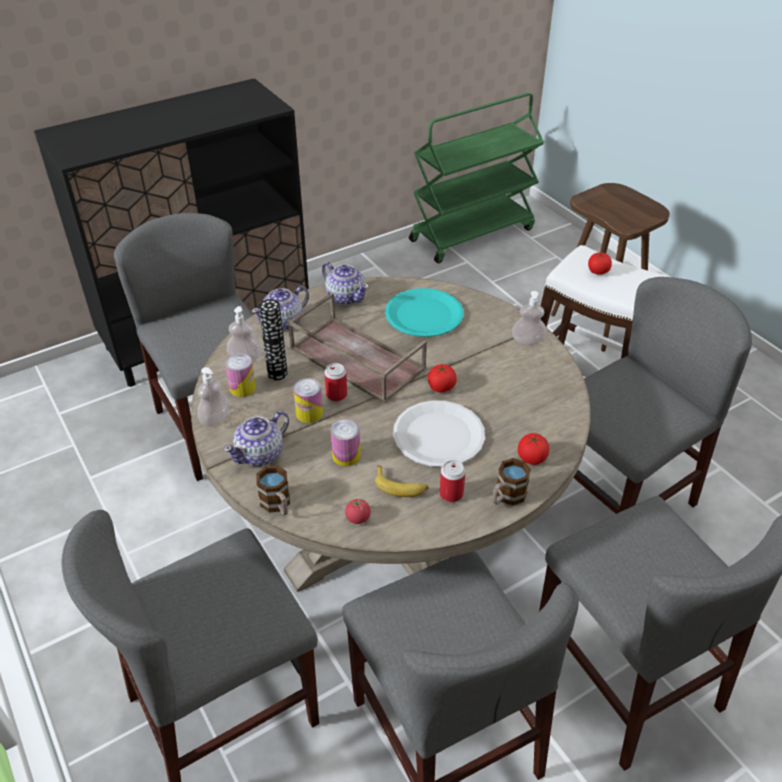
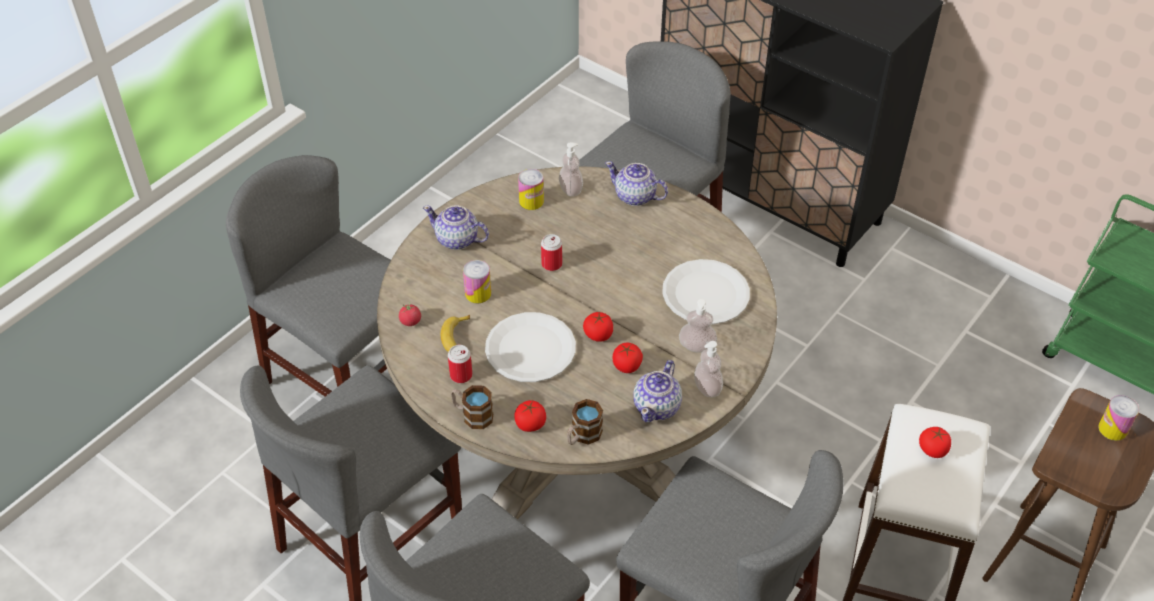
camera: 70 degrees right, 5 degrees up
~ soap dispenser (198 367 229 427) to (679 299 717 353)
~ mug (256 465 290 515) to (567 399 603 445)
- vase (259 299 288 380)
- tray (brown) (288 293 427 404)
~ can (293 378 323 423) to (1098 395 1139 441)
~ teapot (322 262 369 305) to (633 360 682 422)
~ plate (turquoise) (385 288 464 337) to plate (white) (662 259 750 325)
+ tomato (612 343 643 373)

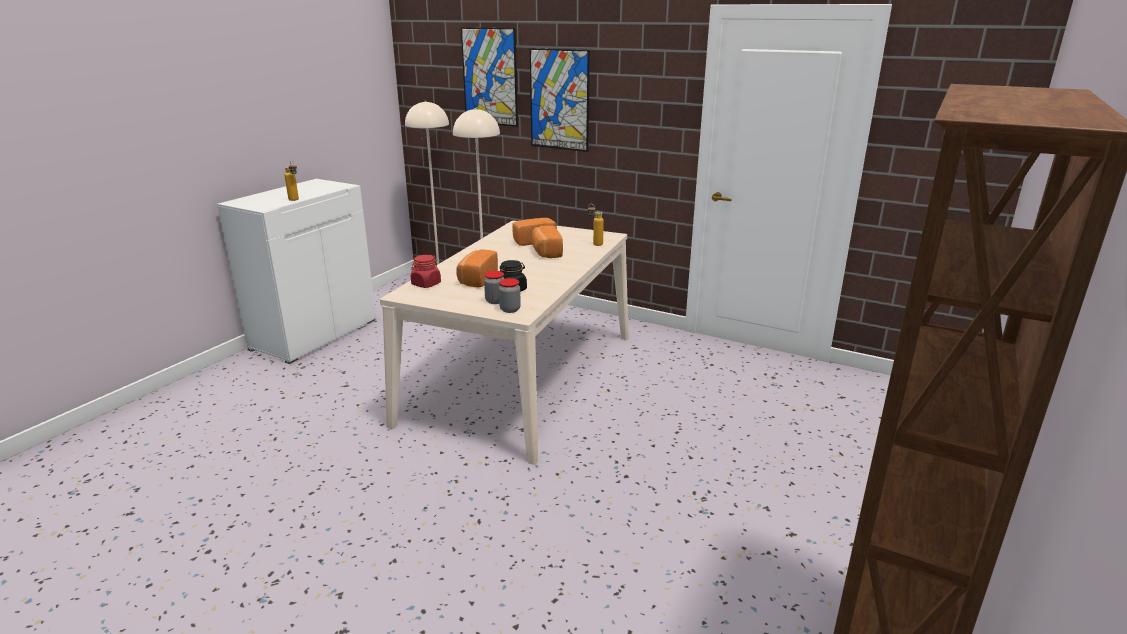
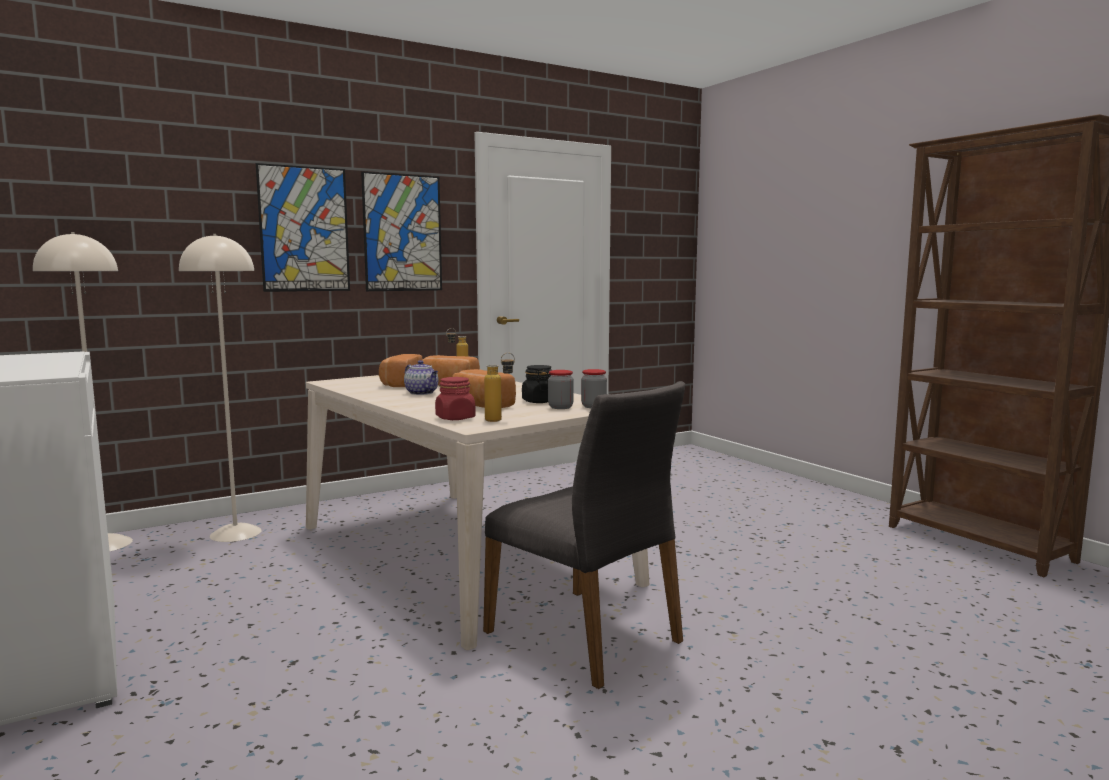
camera: 60 degrees left, 15 degrees down
~ bottle (284 161 299 201) to (484 353 515 422)
~ picture (461 27 518 127) to (361 171 442 291)
+ teapot (404 360 438 395)
+ chair (grey) (483 381 685 689)

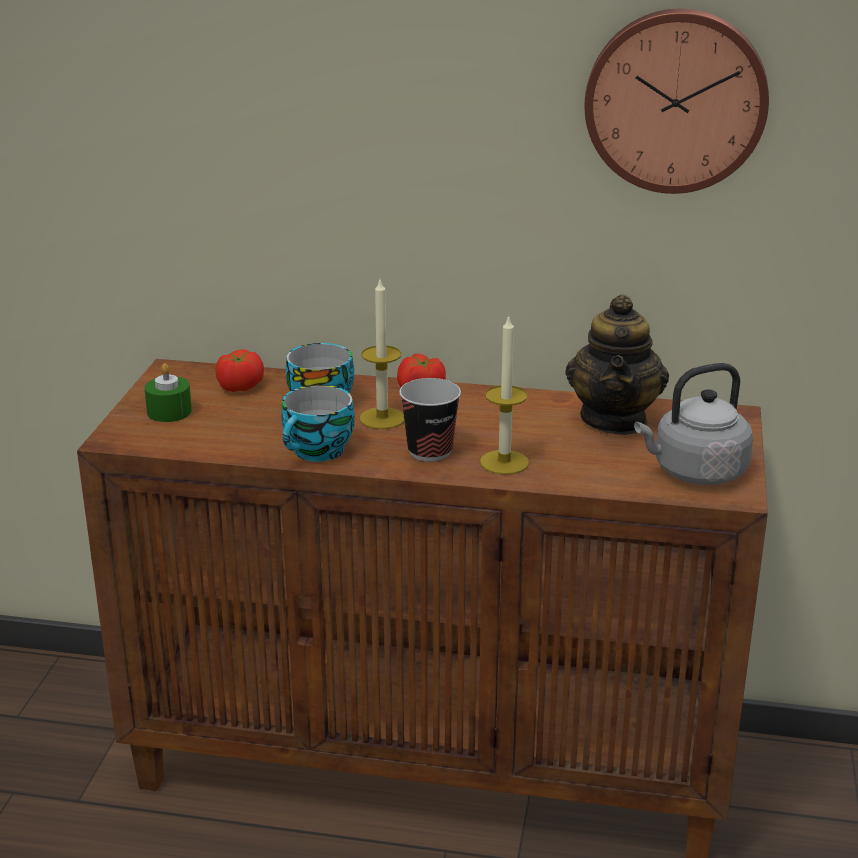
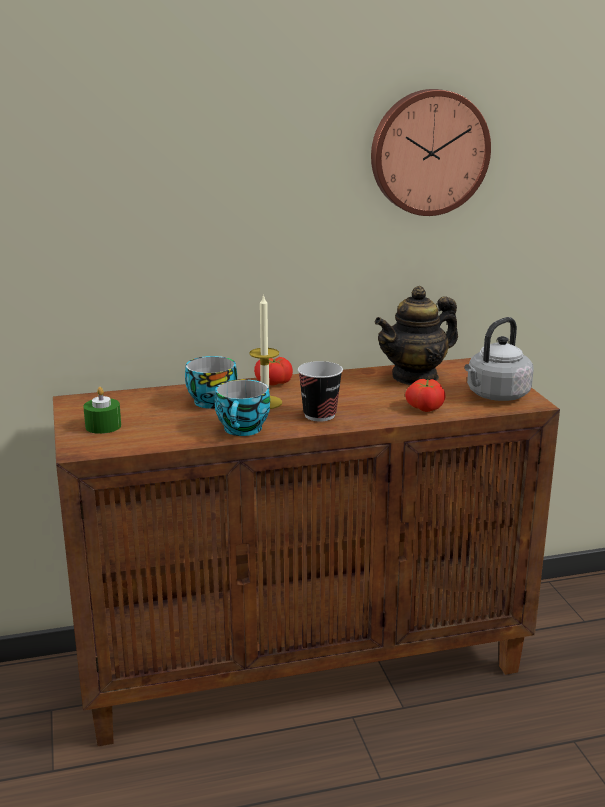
camera: 25 degrees left, 5 degrees down
~ tomato (216 349 264 392) to (405 379 446 412)
- candle (480 314 529 475)
~ teapot (565 294 669 435) = (374 286 458 385) 75 degrees clockwise

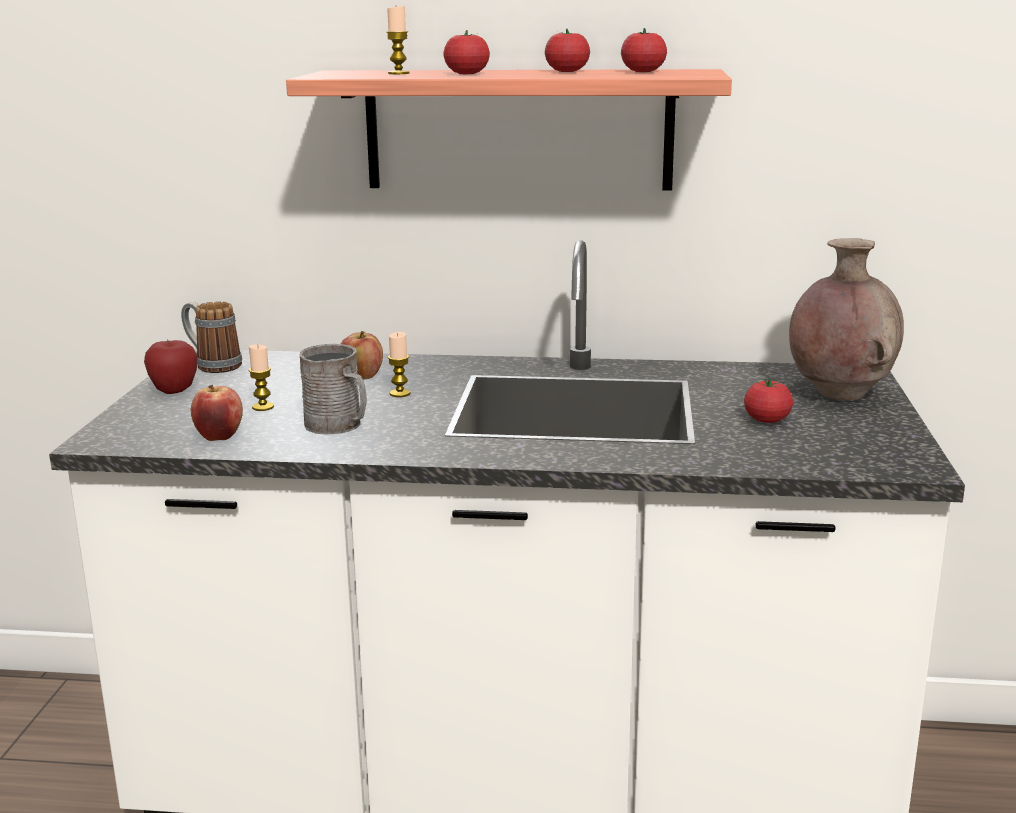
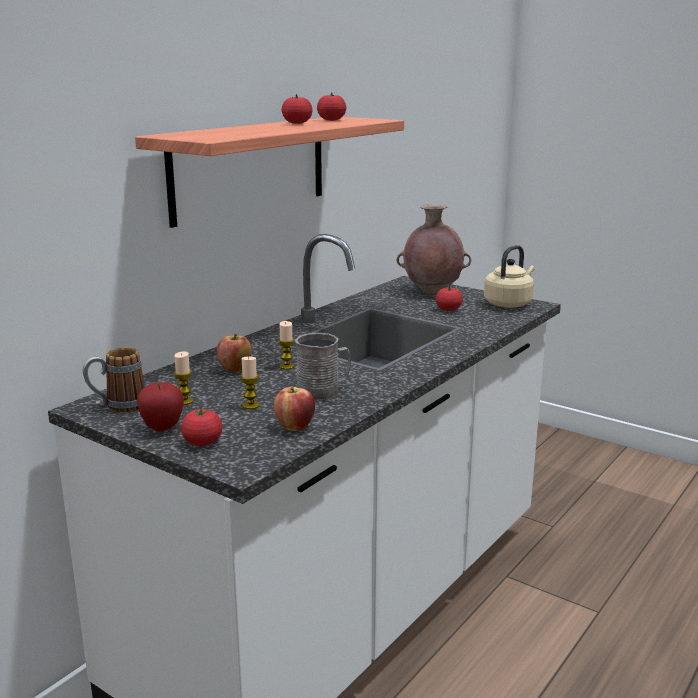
camera: 60 degrees left, 0 degrees up
~ candle (386 6 409 74) to (174 351 194 405)
~ tomato (443 30 490 74) to (181 408 223 446)
+ kettle (beige) (484 245 535 308)

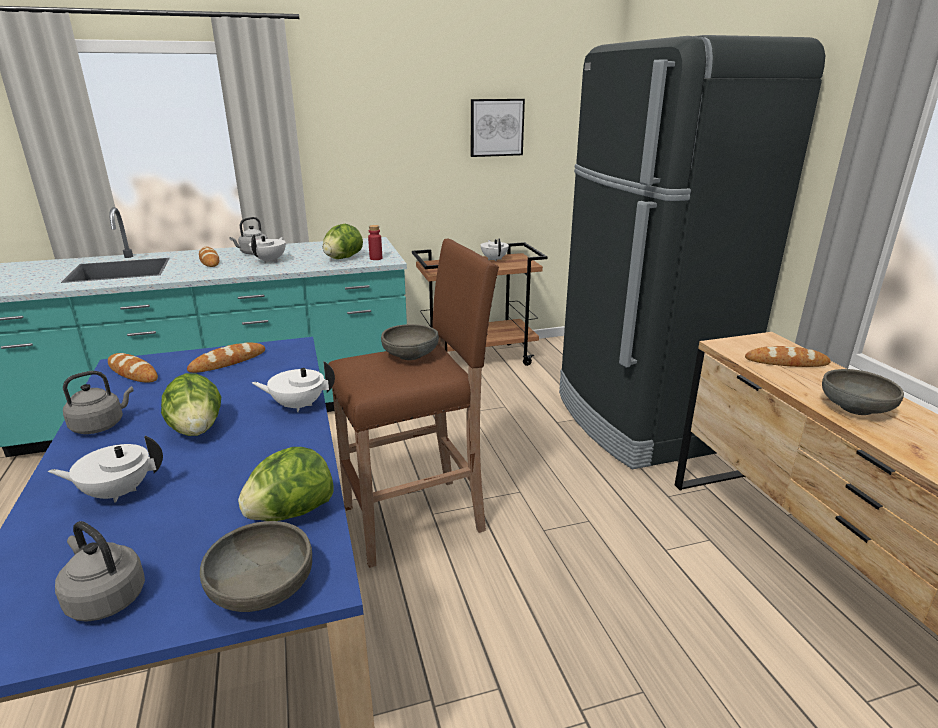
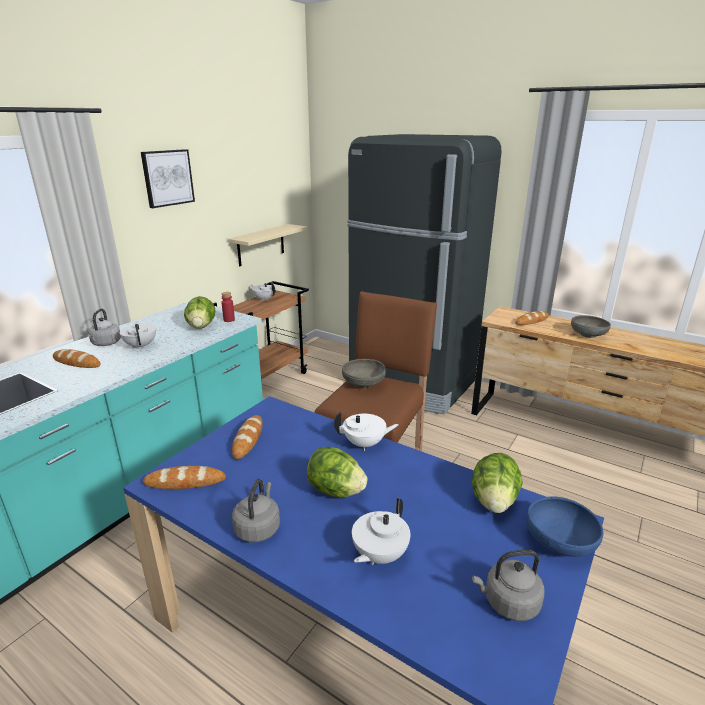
camera: 40 degrees left, 0 degrees up
~ bowl (grey) (200 521 312 612) to bowl (blue) (527 497 603 557)
~ teapot (white) (252 361 335 412) = (334 412 399 451) 135 degrees counterclockwise
~ picture (471 99 525 157) to (141 149 195 208)
+ shelf (beige) (228 224 308 266)

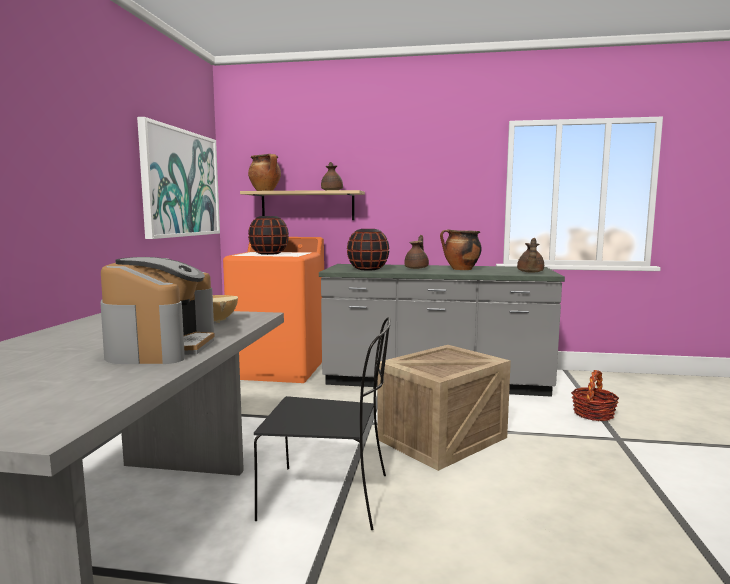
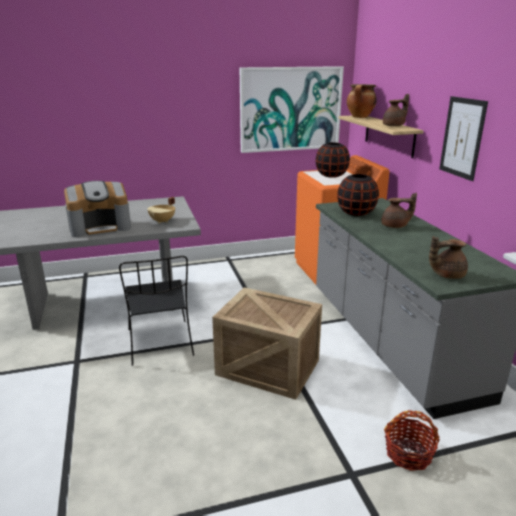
camera: 65 degrees right, 15 degrees up
- cooking pot (440 229 482 270)
+ picture (439 96 488 181)

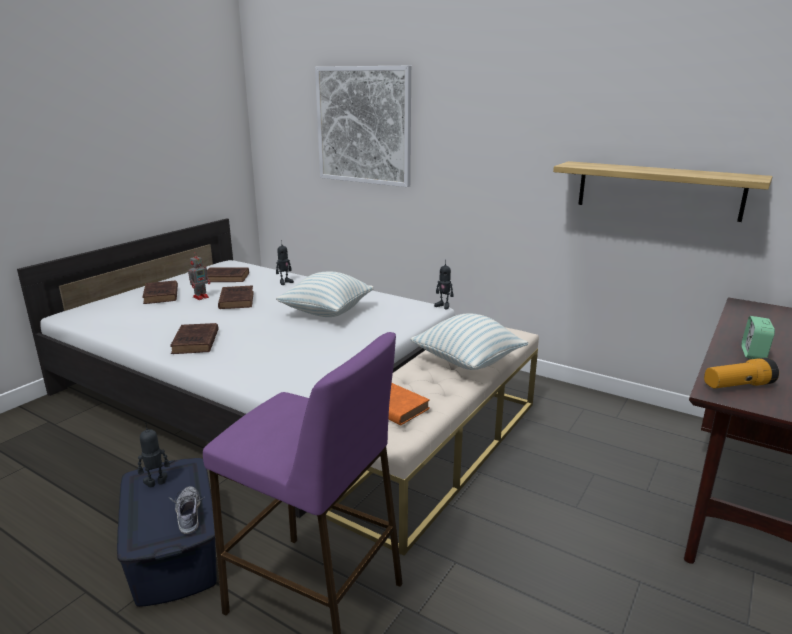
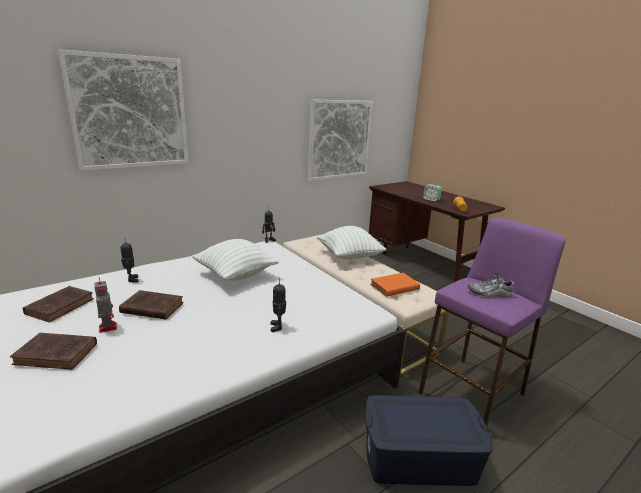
camera: 70 degrees left, 0 degrees up
~ toy robot (138 422 170 487) to (270 278 286 332)
~ shoe (169 486 204 534) to (468 272 515 297)
- book (brown) (170 323 218 354)
~ shelf (553 161 773 222) to picture (308 99 373 181)

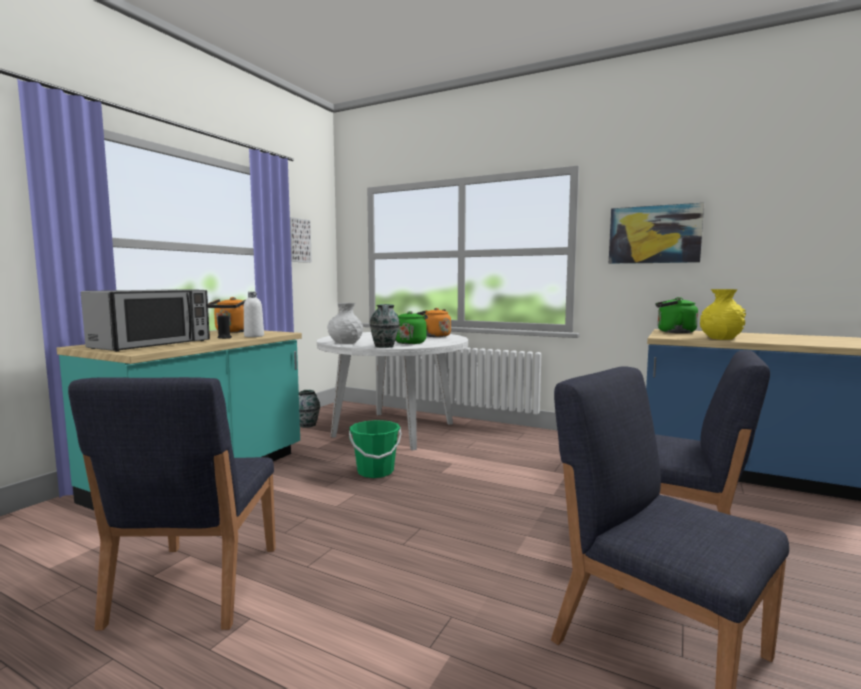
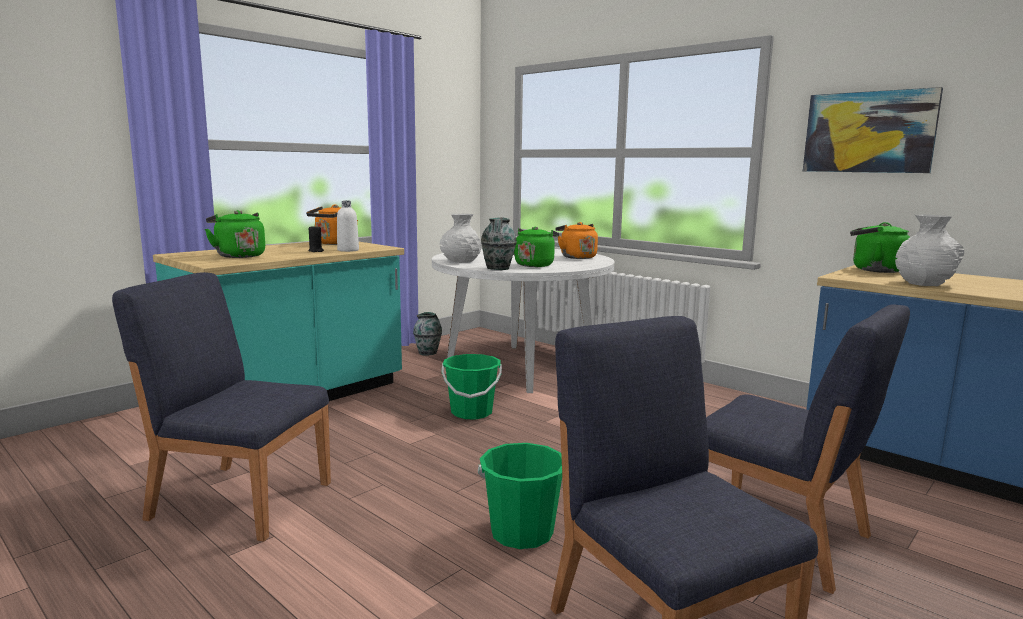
camera: 15 degrees right, 5 degrees up
~ chair (blue) (68 377 276 631) = (112 272 331 542) 90 degrees clockwise
~ microwave (81 289 210 352) to kettle (green) (205 210 265 258)
- picture (290 217 312 263)
~ vase (yellow) (700 289 746 340) to vase (white) (895 214 964 286)
+ bucket (green) (478 443 562 549)

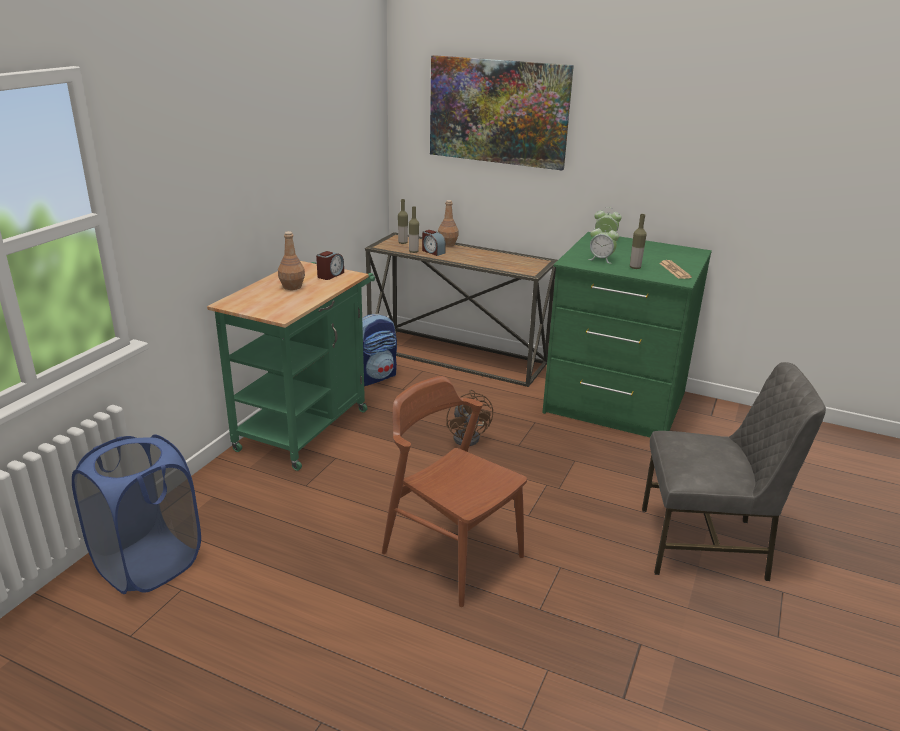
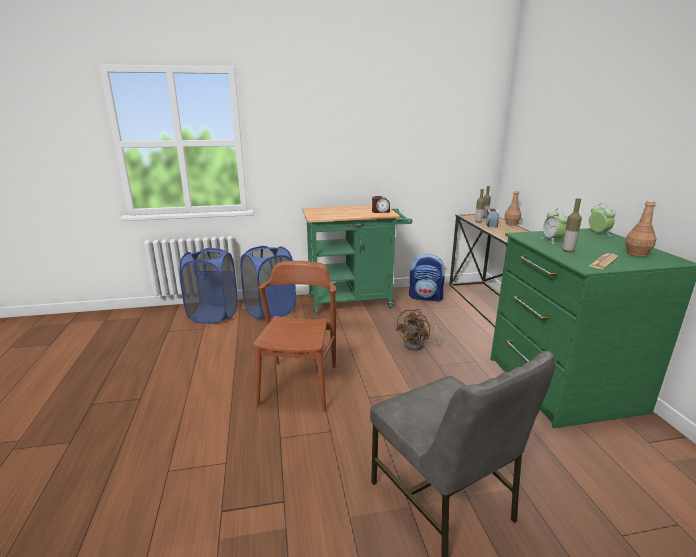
camera: 55 degrees right, 5 degrees down
~ bottle (brown) (278 231 305 290) to (625 200 657 257)
- picture (430 55 574 170)
+ laundry basket (blue) (240 246 296 320)

